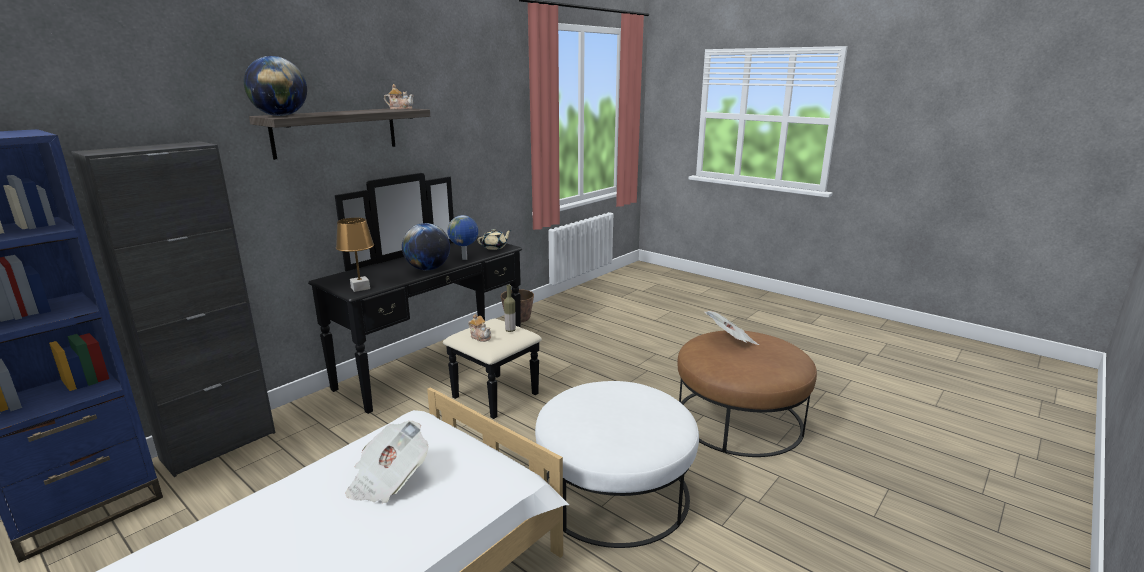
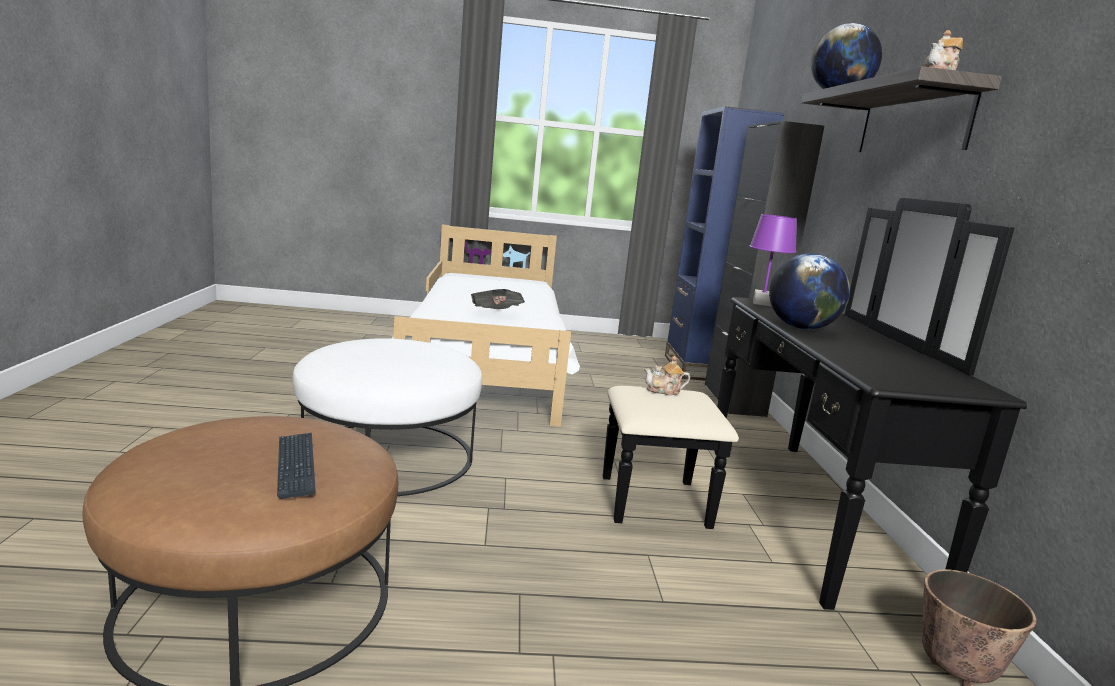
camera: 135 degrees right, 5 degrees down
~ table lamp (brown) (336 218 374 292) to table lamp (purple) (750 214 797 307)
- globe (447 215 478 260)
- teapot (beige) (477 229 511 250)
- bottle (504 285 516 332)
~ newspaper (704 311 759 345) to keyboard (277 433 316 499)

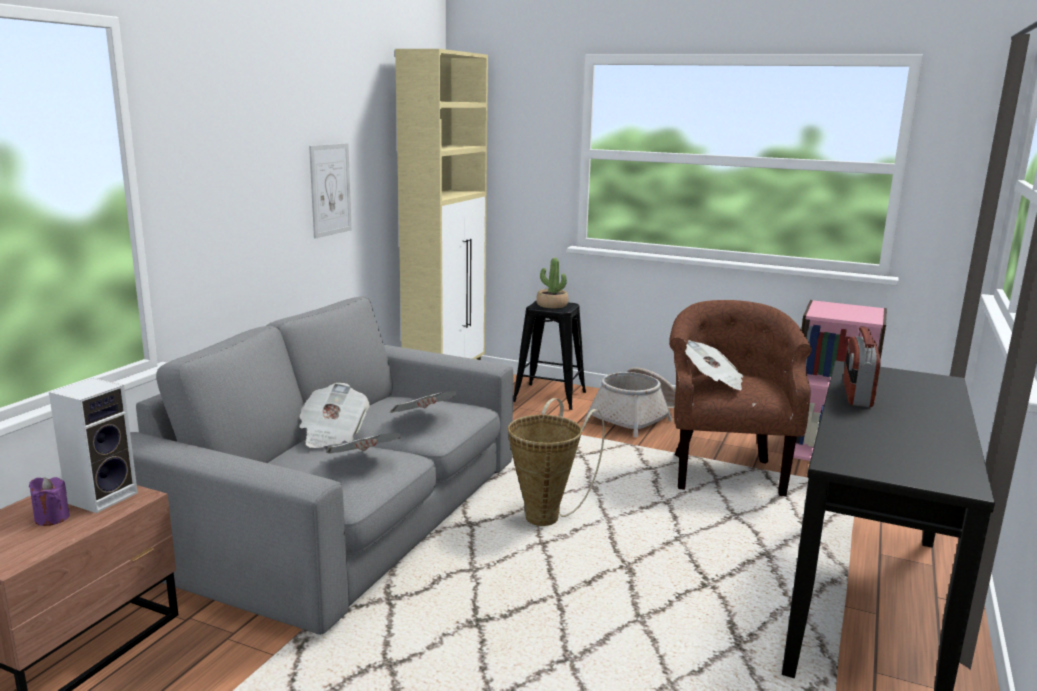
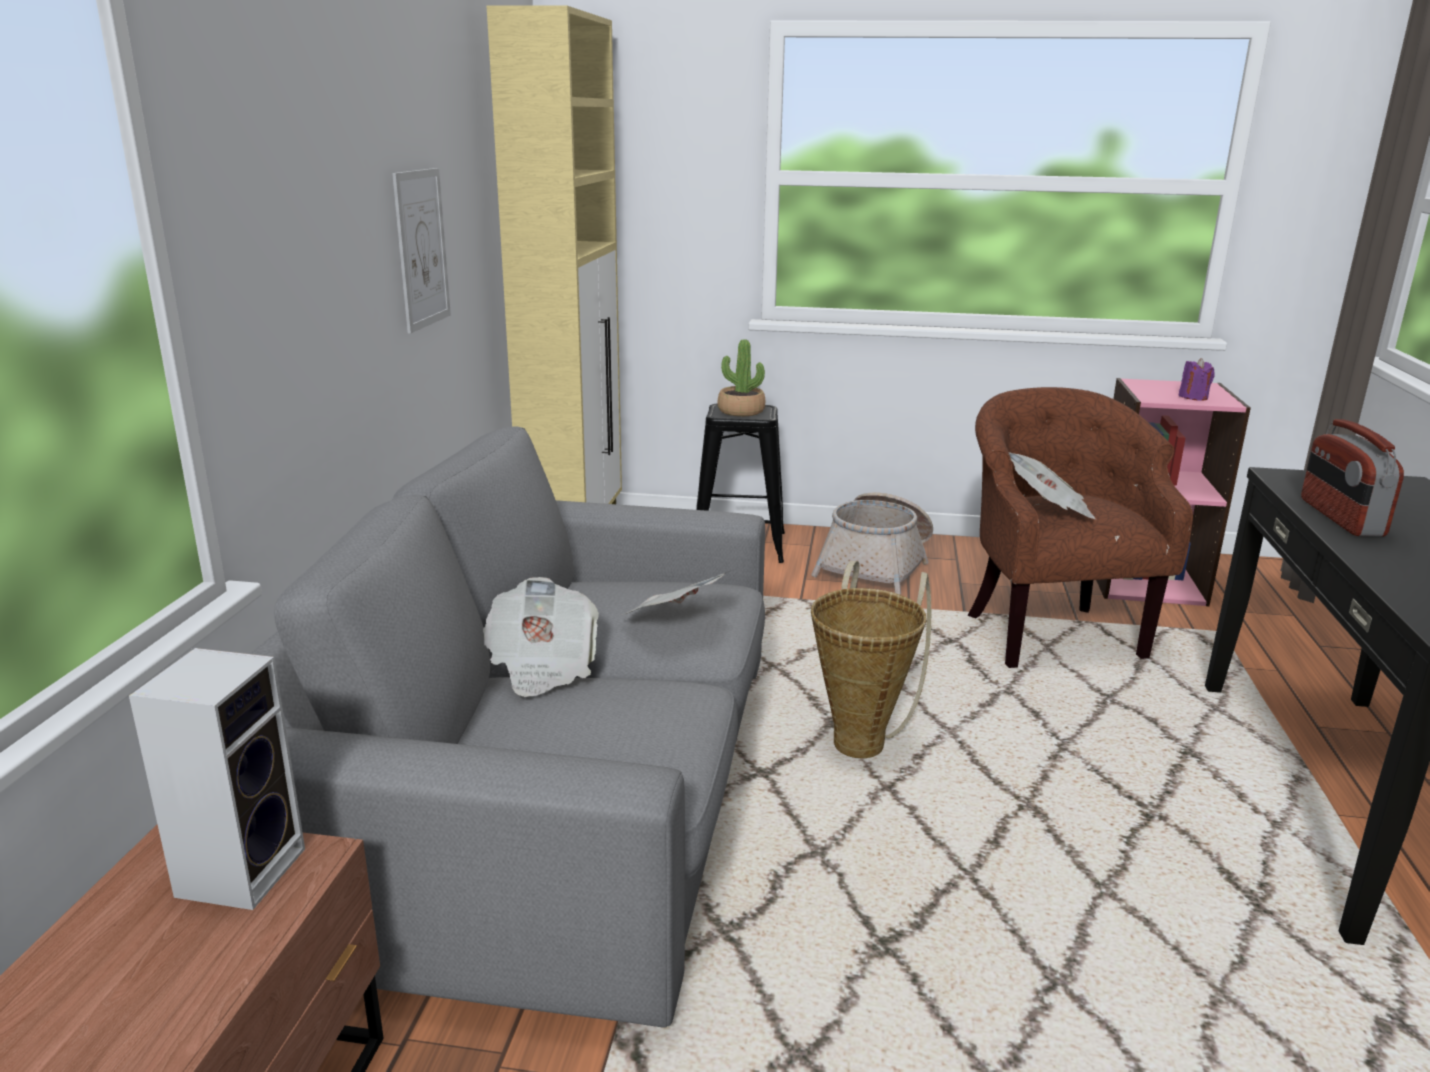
camera: 15 degrees left, 5 degrees up
~ candle (purple) (29 477 70 526) to (1178 358 1215 401)
- newspaper (326 433 401 454)

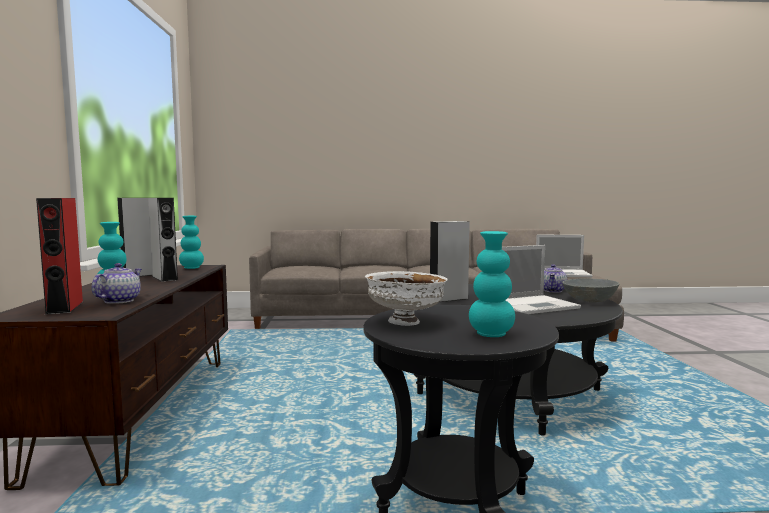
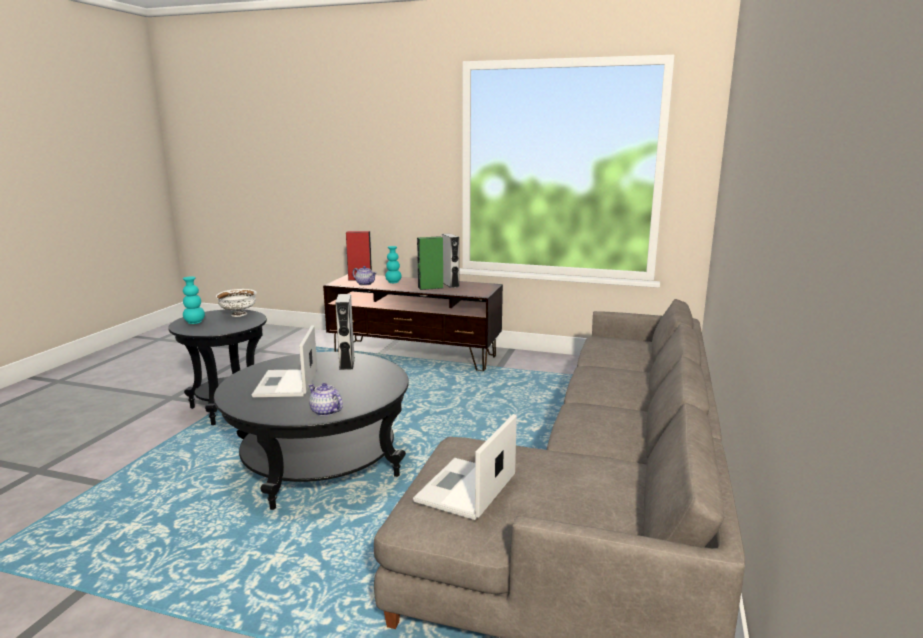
camera: 110 degrees right, 10 degrees up
~ speaker (grey) (148 198 178 282) to speaker (green) (417 236 443 290)
- vase (turquoise) (179 216 204 269)
- bowl (grey) (562 278 619 303)

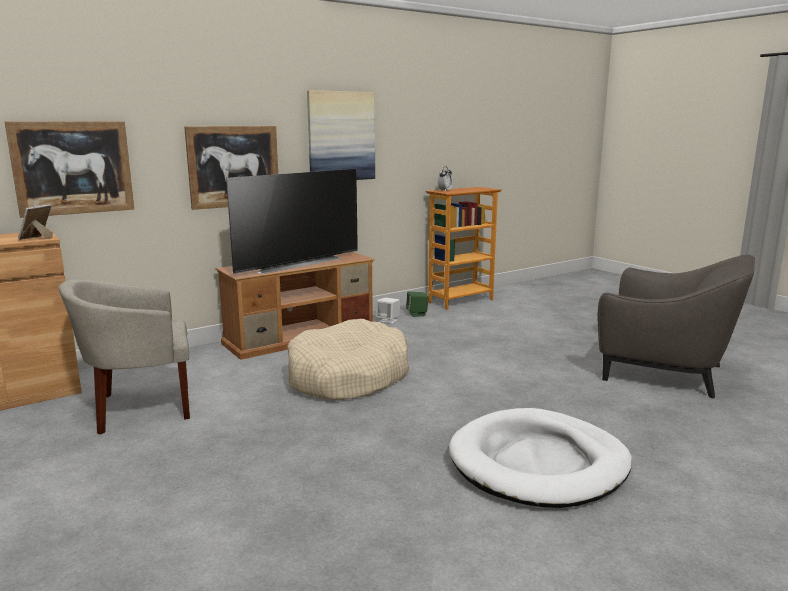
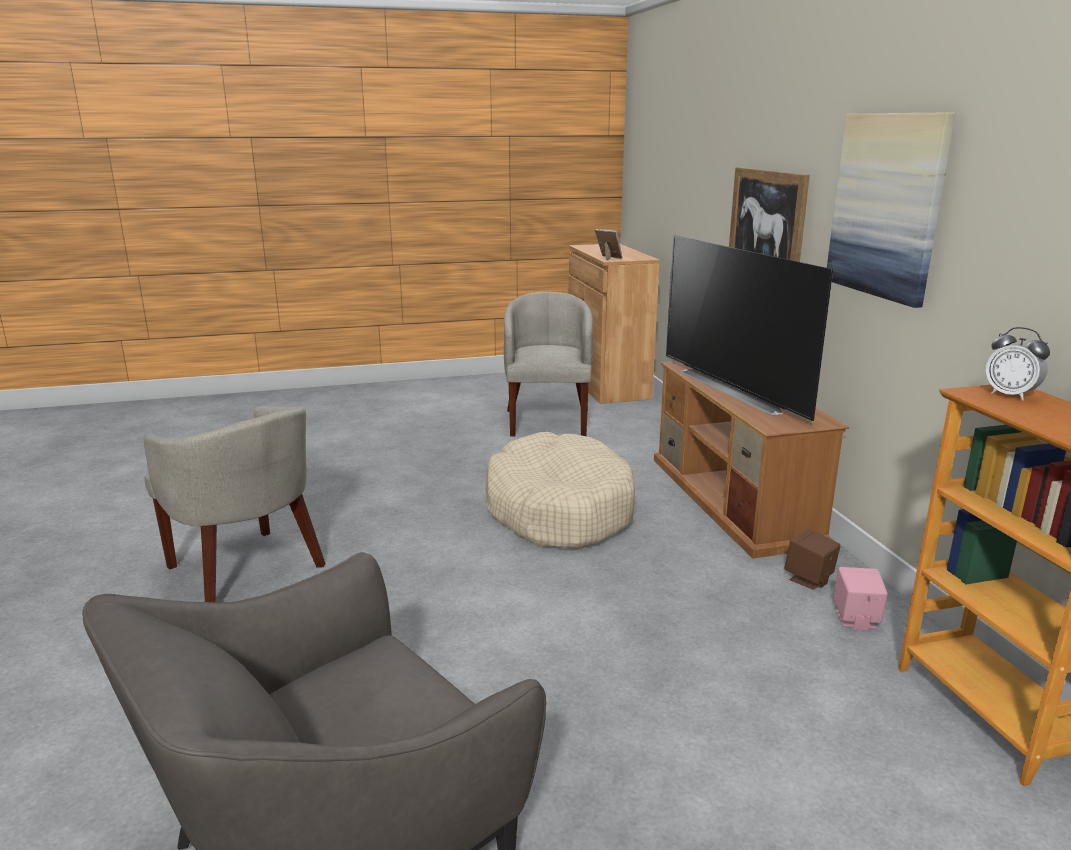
camera: 110 degrees right, 5 degrees up
- picture (5 122 134 218)
~ speaker (white) (376 298 400 324) to speaker (brown) (784 529 841 590)
~ speaker (green) (406 292 429 317) to speaker (pink) (833 567 888 630)
~ dog bed (white) (449 408 632 508) to armchair (beige) (144 405 325 602)

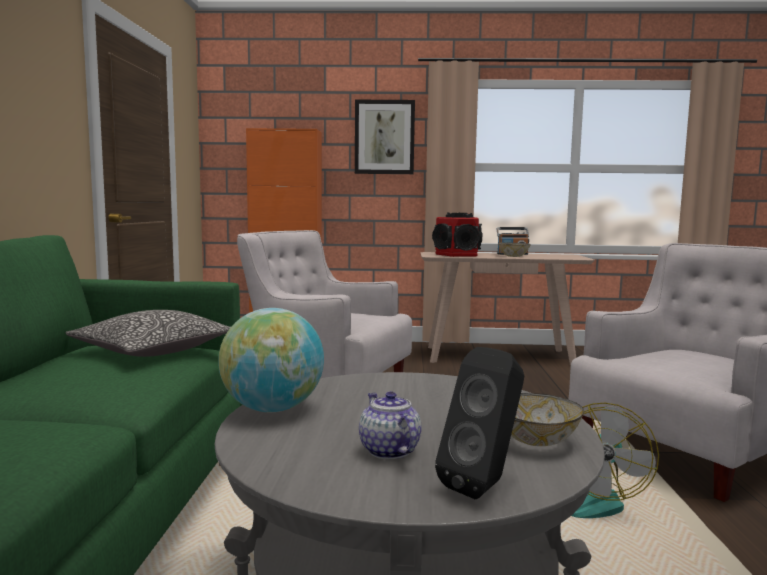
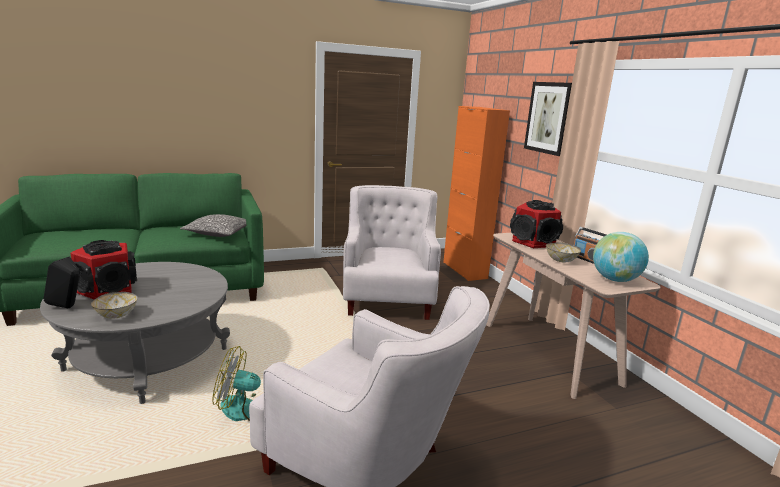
camera: 65 degrees right, 10 degrees up
~ globe (218 308 324 412) to (593 232 649 282)
~ teapot (359 391 422 459) to speaker (70 240 137 299)

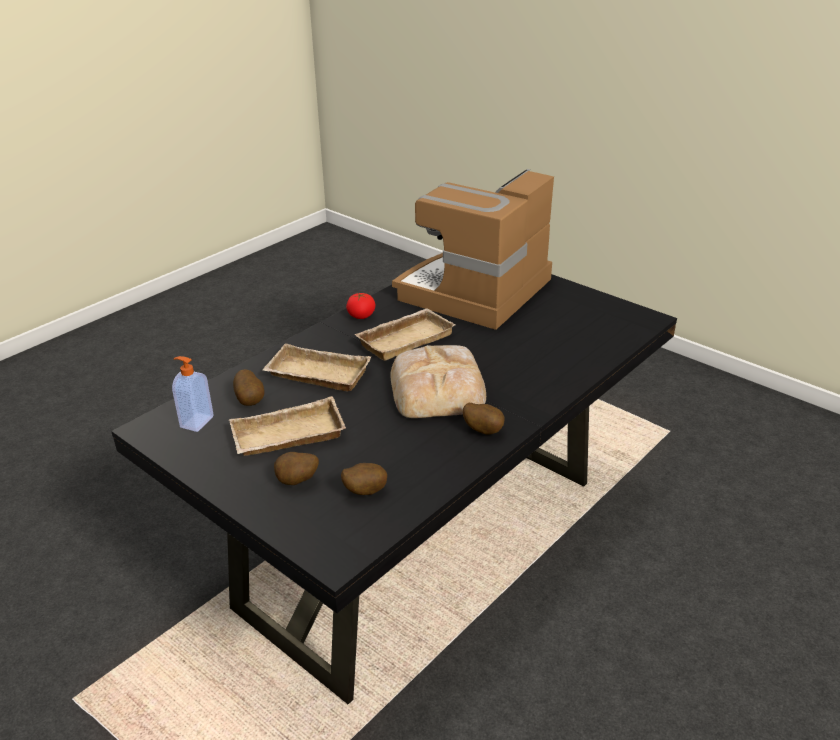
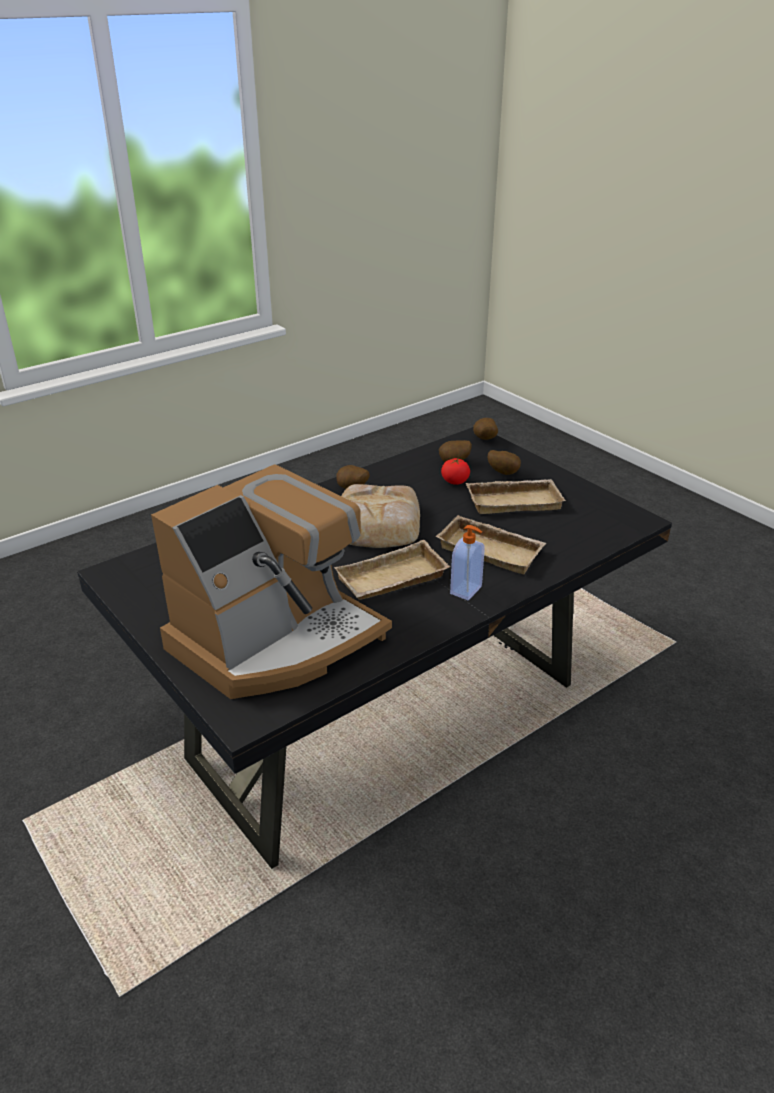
camera: 170 degrees left, 0 degrees up
~ soap dispenser (172 356 214 432) to (450 525 485 600)
~ potato (233 369 264 406) to (473 418 498 440)
~ tomato (346 293 375 319) to (441 458 470 485)

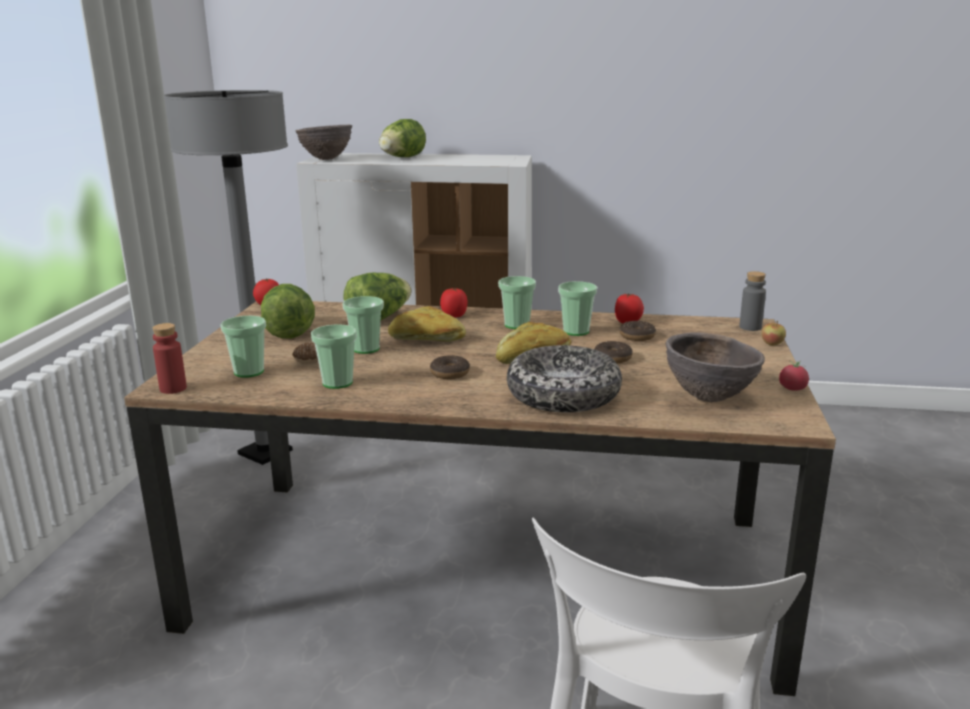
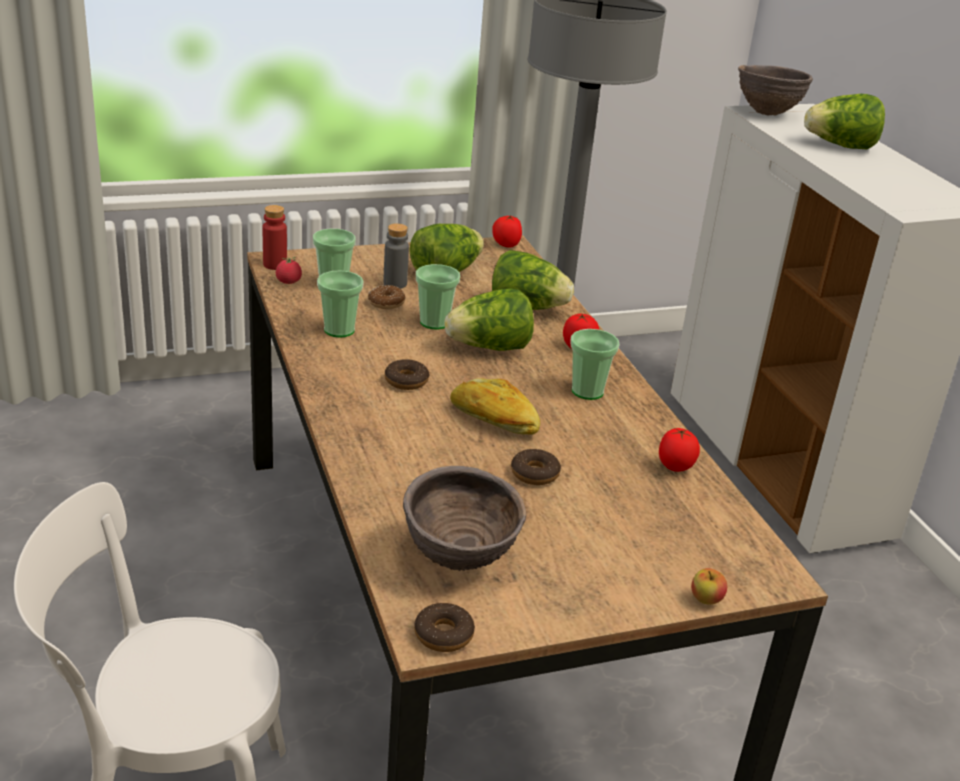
camera: 60 degrees right, 10 degrees up
~ bread (388 306 466 342) to lettuce (444 289 534 351)
- bowl (507 345 622 412)
- cup (558 281 597 336)
~ donut (620 321 656 341) to (414 603 475 652)
~ bottle (grey) (739 271 766 331) to (383 223 409 289)
~ tomato (779 360 809 391) to (276 257 302 284)

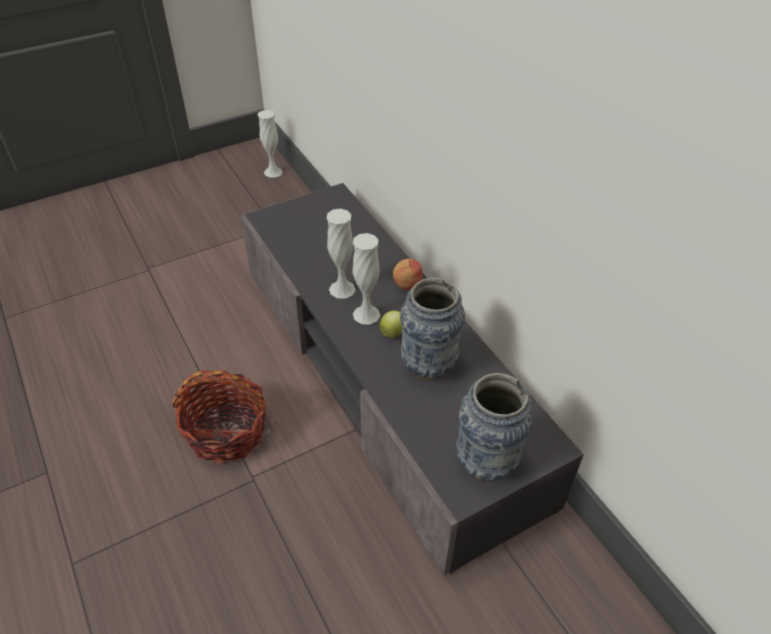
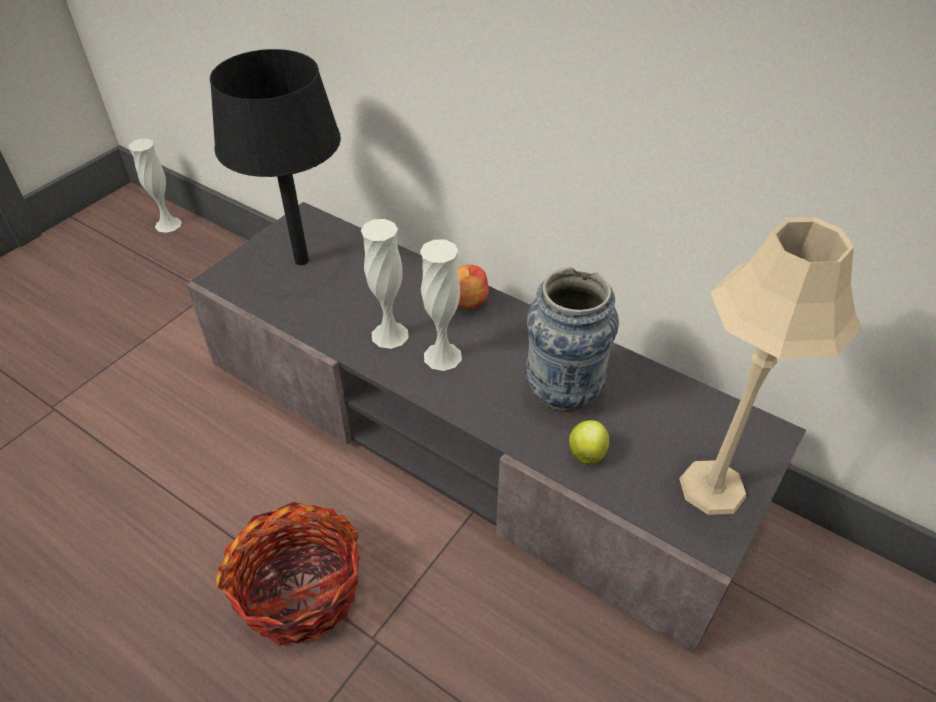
camera: 25 degrees left, 0 degrees up
~ apple (379 311 402 337) to (569 420 609 464)
~ vase (456 373 533 481) to table lamp (beige) (679 217 862 515)
+ table lamp (black) (210 49 341 265)

